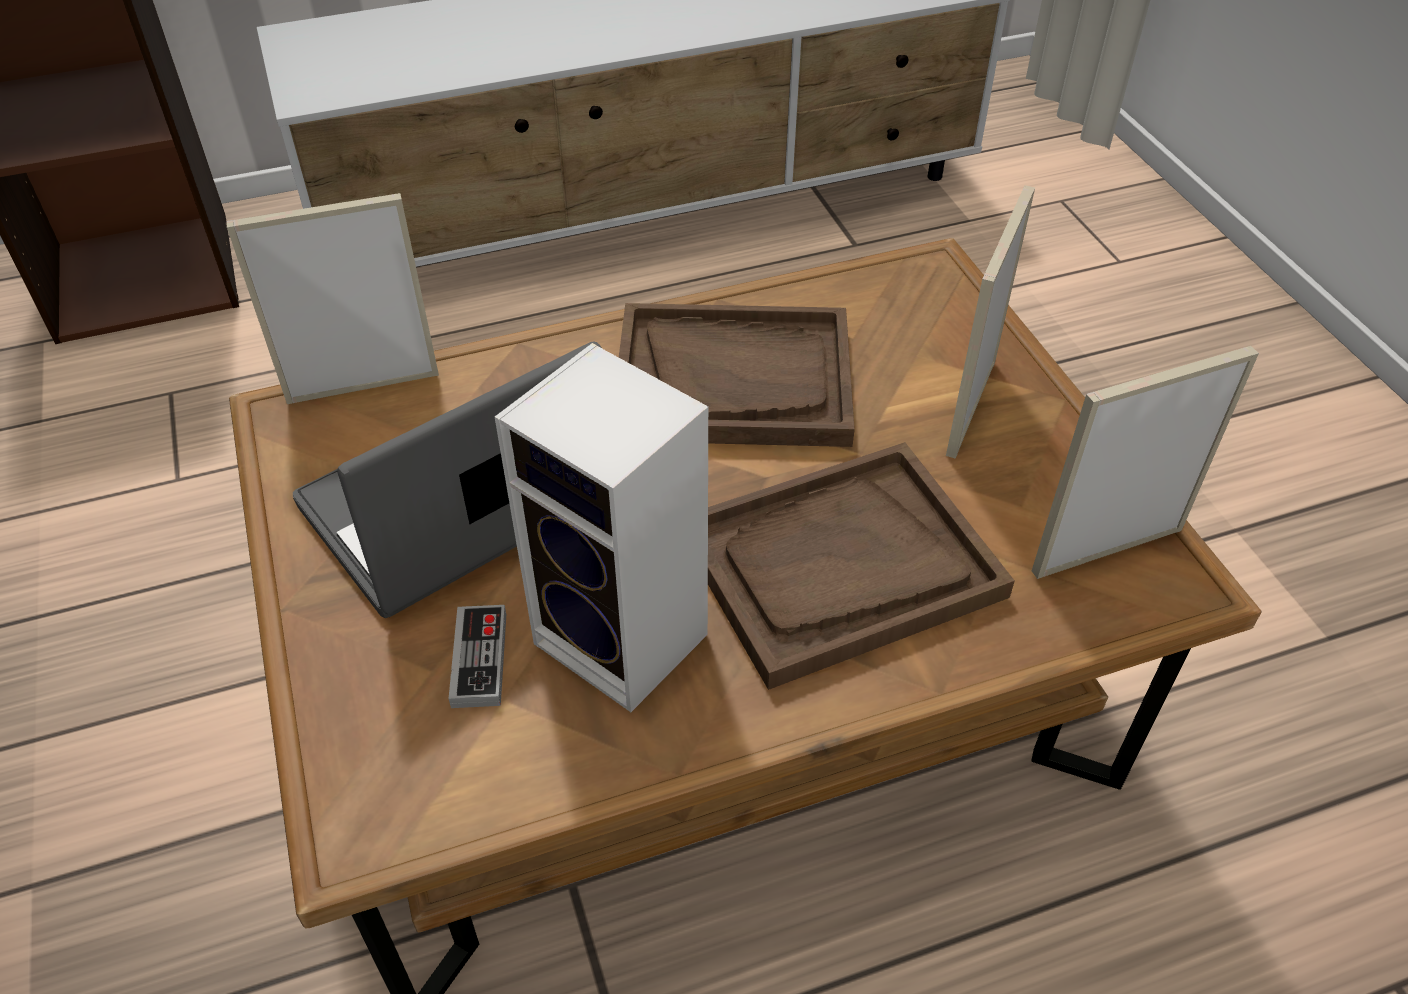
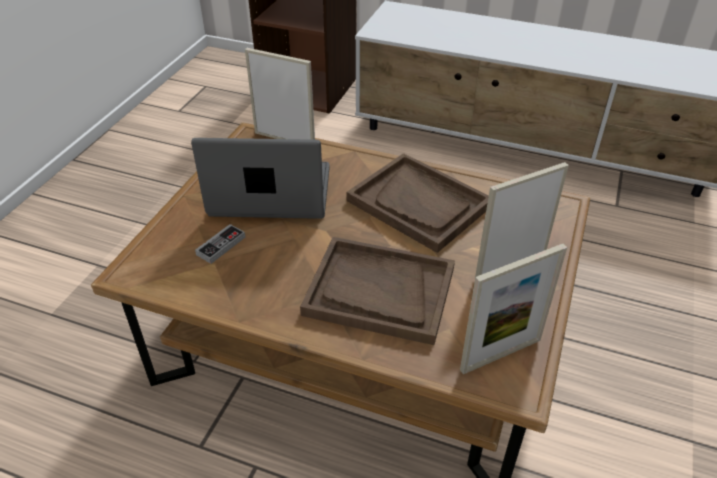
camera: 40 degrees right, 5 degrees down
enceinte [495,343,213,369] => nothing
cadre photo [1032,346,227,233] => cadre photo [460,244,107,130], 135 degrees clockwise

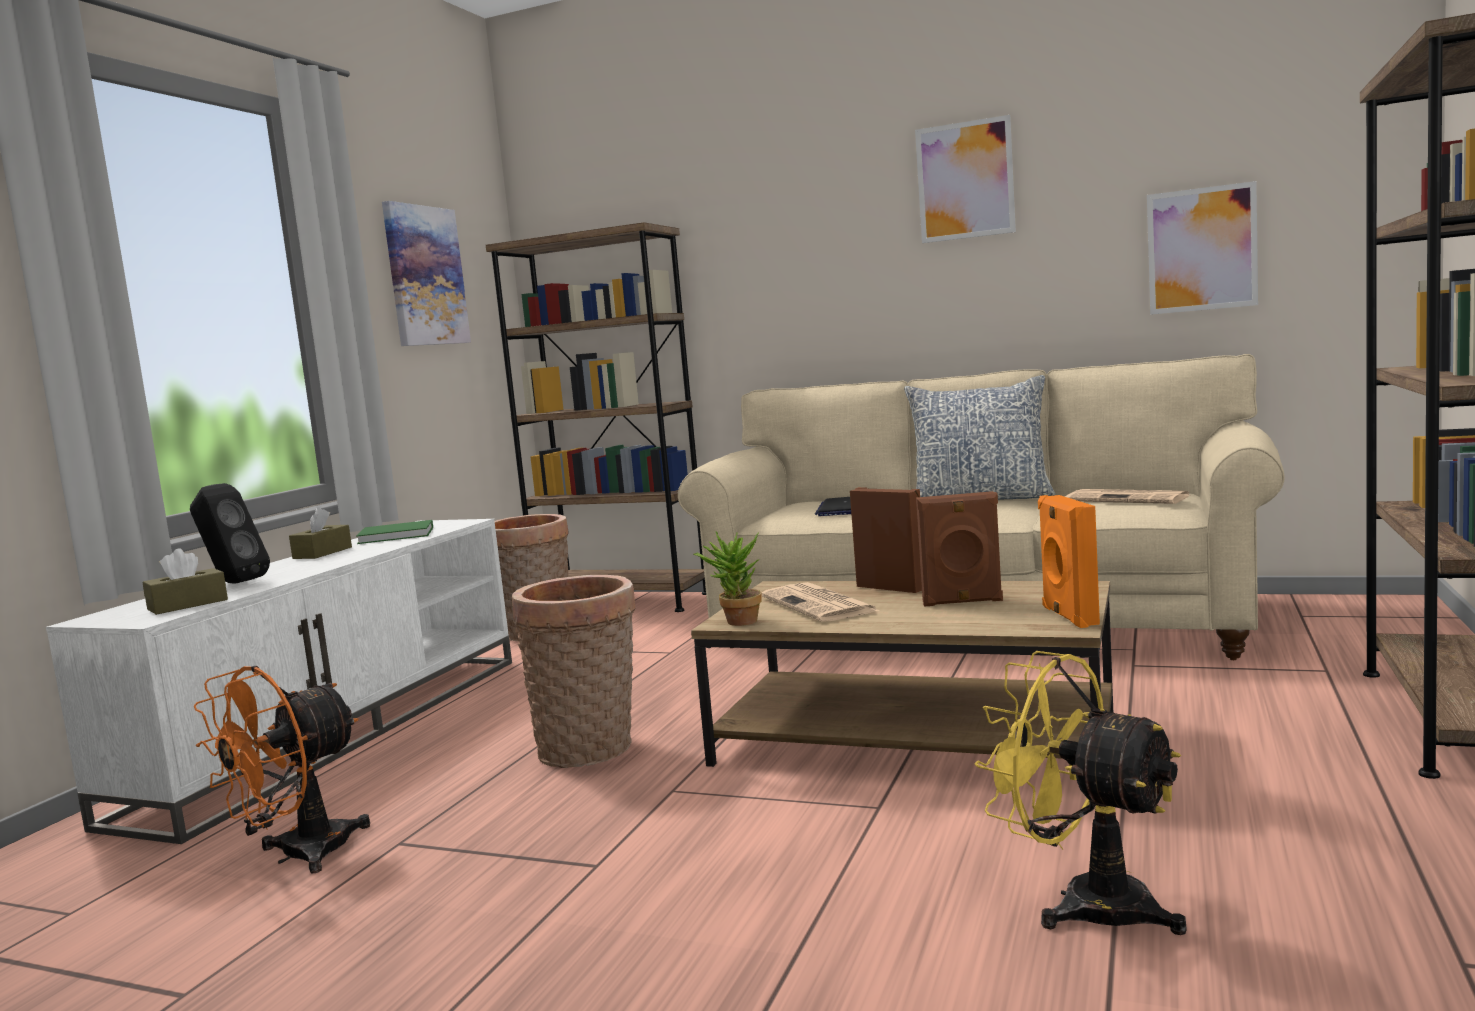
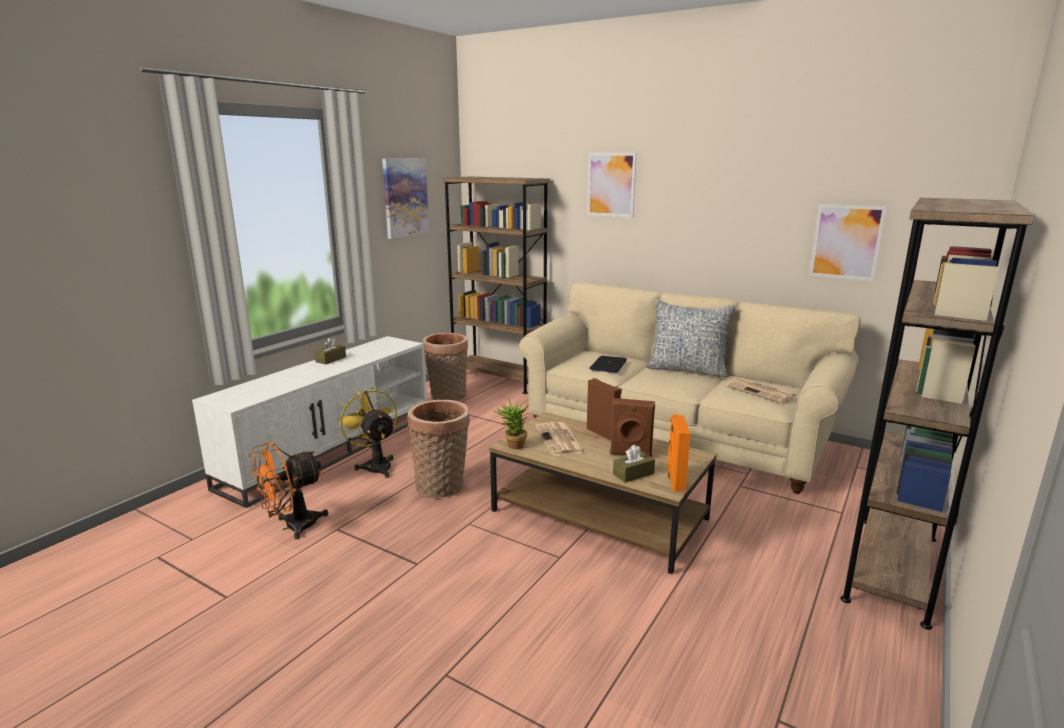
camera: 10 degrees right, 10 degrees up
enceinte (noir) [190,483,80,101] => nothing
livre (vert) [356,520,77,24] => nothing
boîte à mouchoirs (marron) [143,548,85,67] => boîte à mouchoirs (marron) [613,445,42,38], moved
tableau [915,115,101,128] => tableau [587,153,50,65], moved
ventilateur (jaune) [975,651,212,284] => ventilateur (jaune) [336,387,61,91], moved

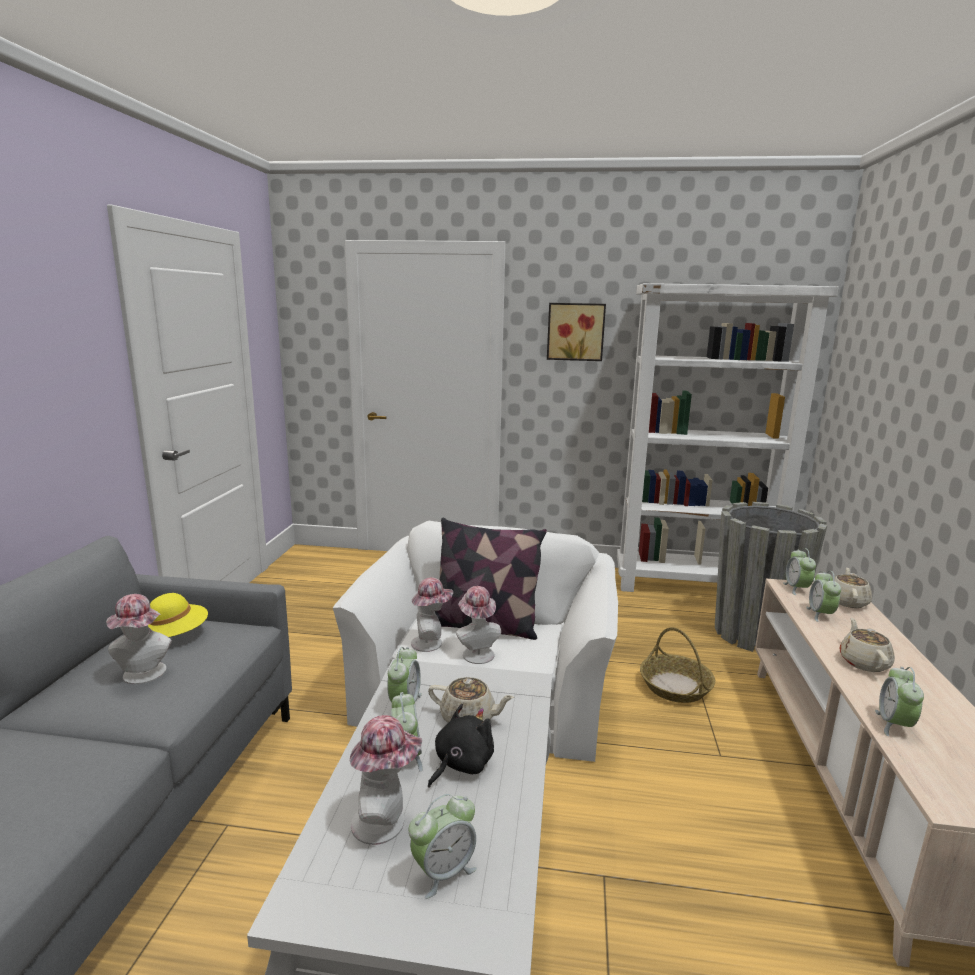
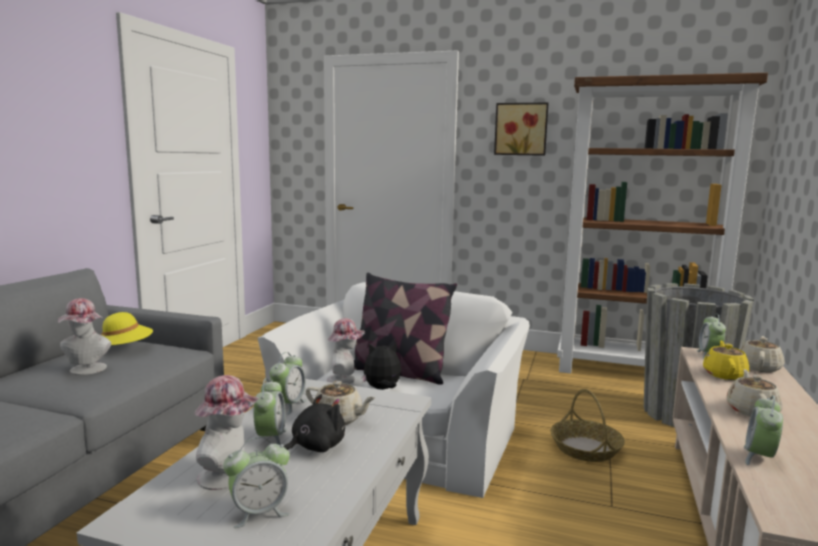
camera: 10 degrees right, 5 degrees down
chapeau [456,586,45,78] => peluche [362,342,39,47]
réveil [806,570,35,52] => théière (jaune) [703,341,46,39]
bibliothèque (blanc) [617,283,222,309] => bibliothèque (marron) [557,73,211,301]

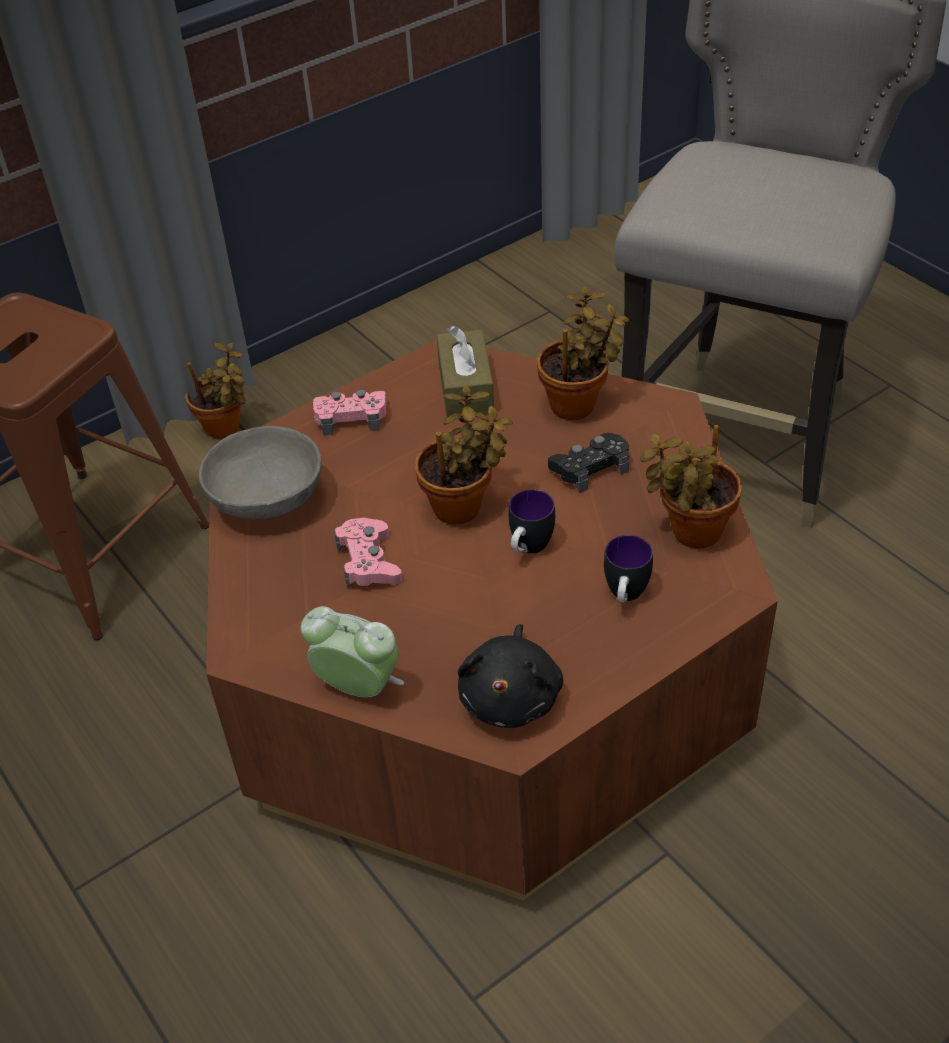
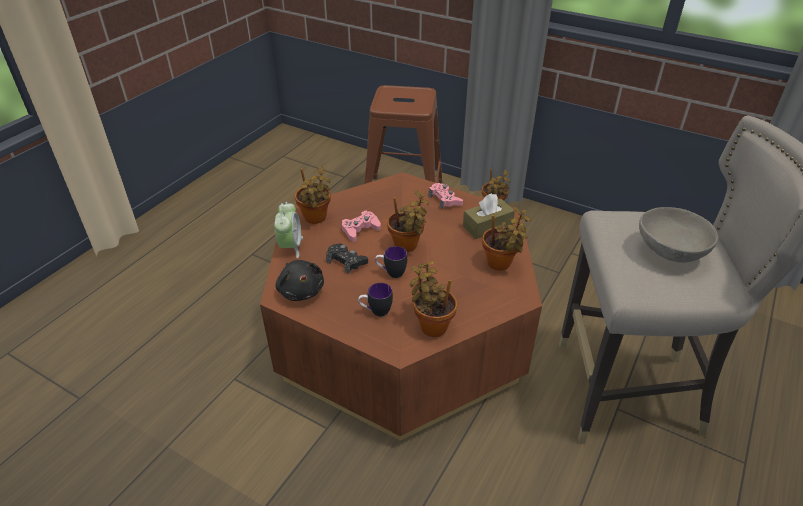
camera: 65 degrees right, 5 degrees down
nothing => plante en pot [295,166,36,58]
bol (gris) [199,426,123,93] => bol (gris) [639,207,79,56], moved
manette (noir) [548,433,81,60] => manette (noir) [326,244,42,30], moved
peluche (noir) [458,624,105,104] => peluche (noir) [276,260,48,41], 105 degrees counterclockwise

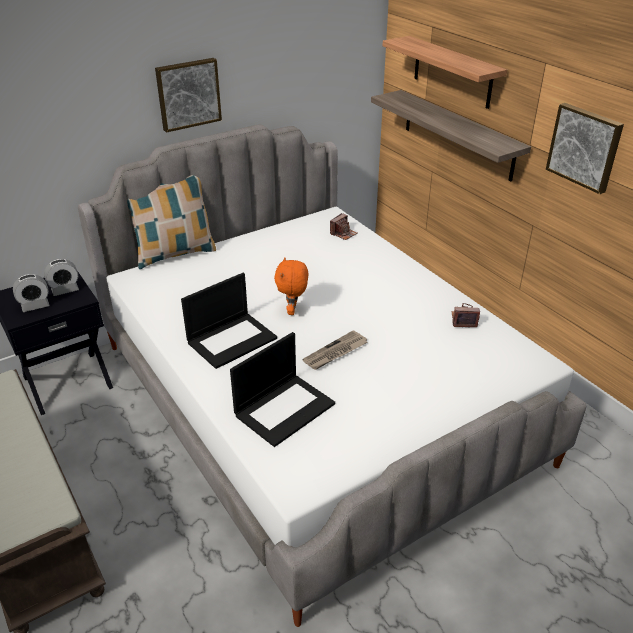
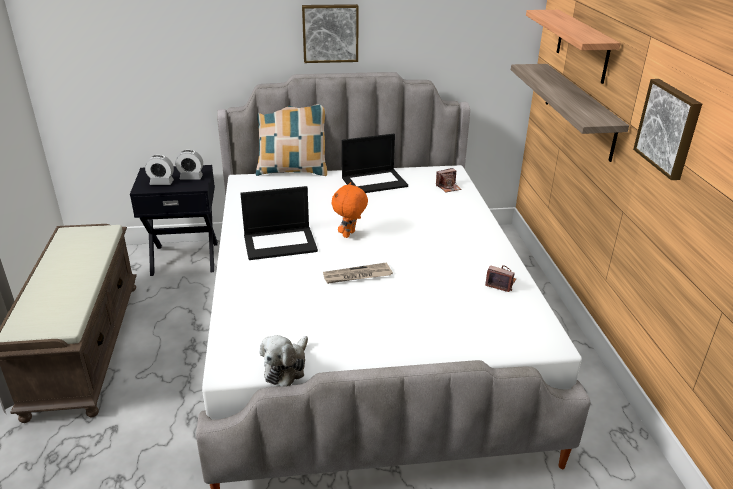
camera: 25 degrees right, 5 degrees down
nothing => peluche [260,335,48,52]
ordinateur portable [230,332,105,115] => ordinateur portable [342,134,66,59], moved

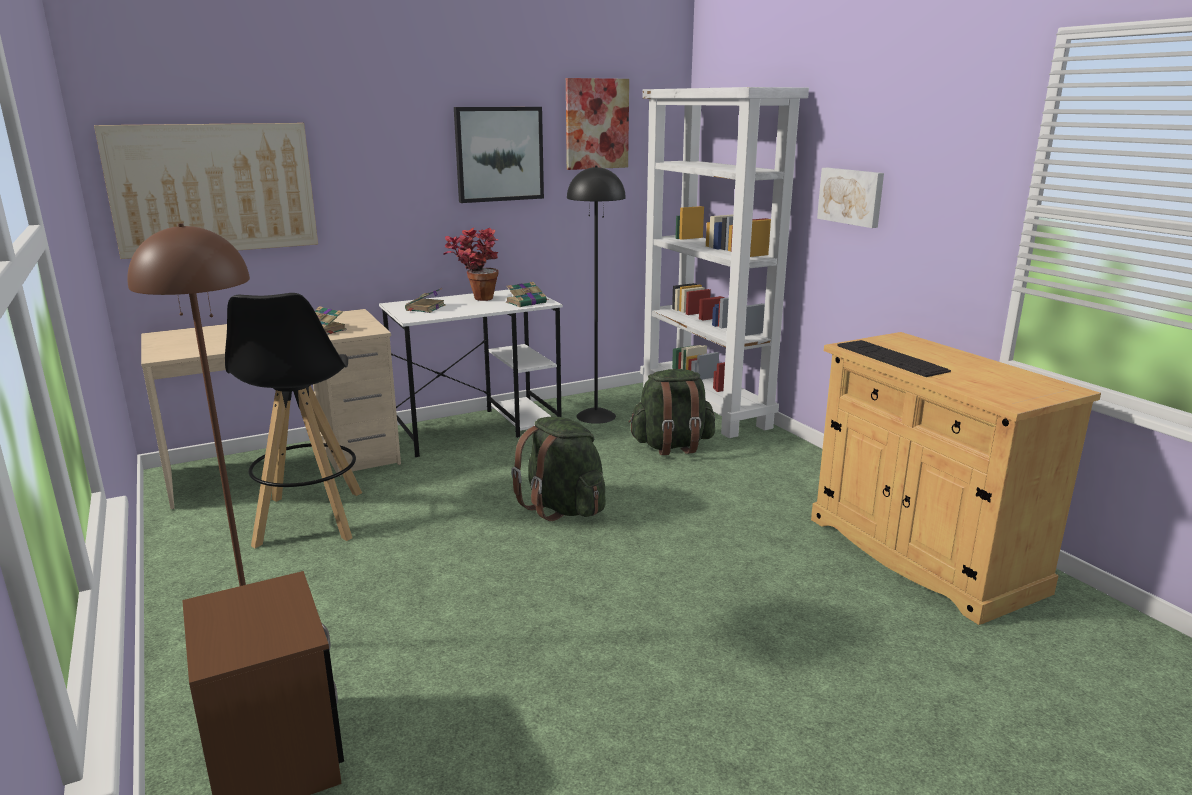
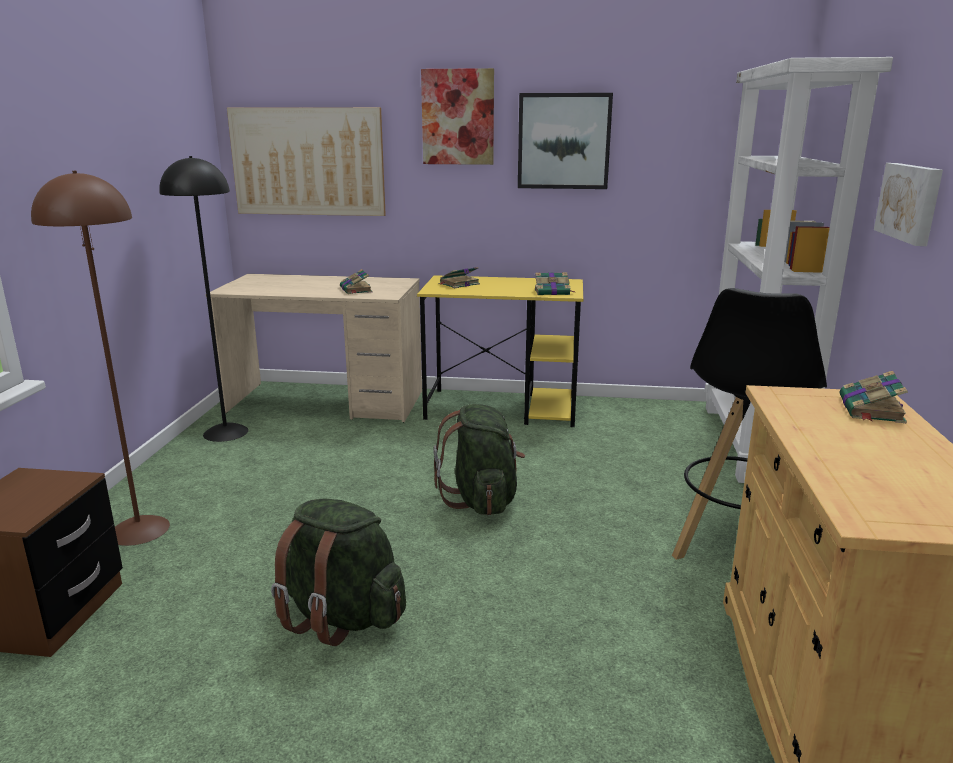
camera: 35 degrees right, 0 degrees up
plante en pot [444,228,55,73] => nothing
clavier [837,340,114,37] => nothing
nothing => livre [840,371,68,52]
tabouret (noir) [225,293,137,255] => tabouret (noir) [672,288,155,272], moved
tableau [566,78,63,92] => tableau [421,68,73,97], moved
lampadaire (noir) [567,166,59,258] => lampadaire (noir) [159,156,89,286], moved
sac à dos (vert) [629,369,86,86] => sac à dos (vert) [271,498,135,148], moved
bureau (blanc) [379,290,184,167] => bureau (jaune) [417,275,166,152]

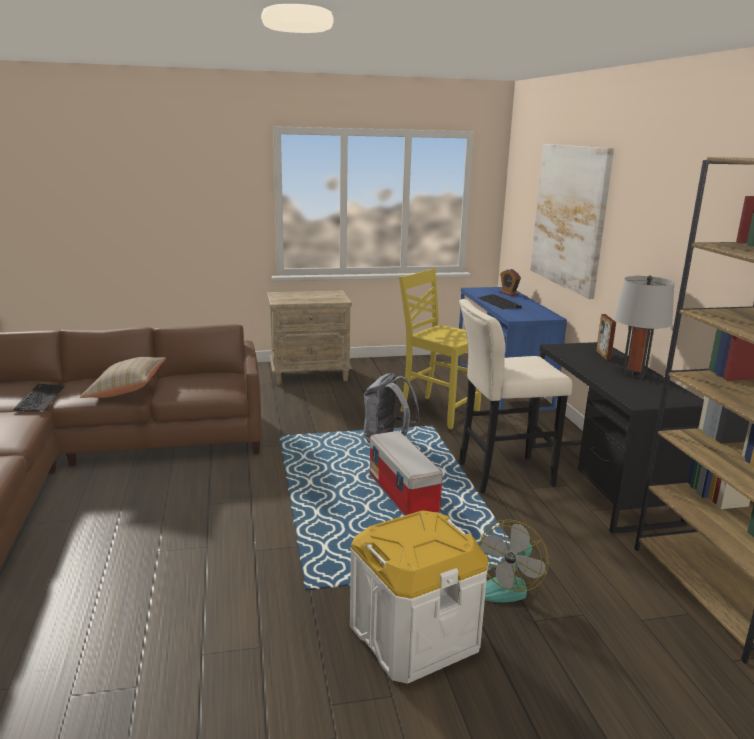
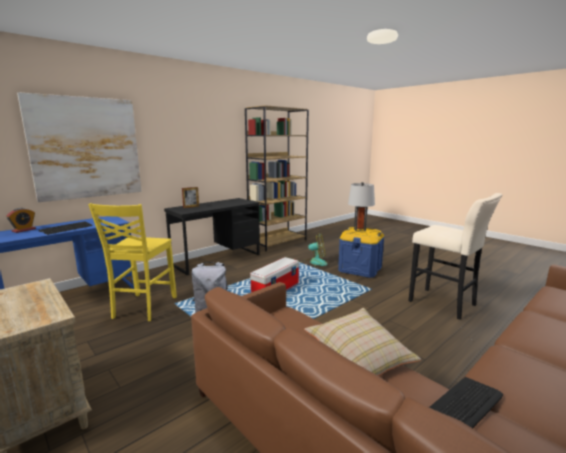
camera: 120 degrees left, 5 degrees down
tabouret (beige) [459,299,113,194] => tabouret (beige) [409,193,93,127], moved
lampe de table (gris) [614,276,60,102] => lampe de table (gris) [348,182,27,49], moved
boîte de rangement (blanc) [350,510,139,174] => boîte de rangement (bleu) [338,227,46,51]

